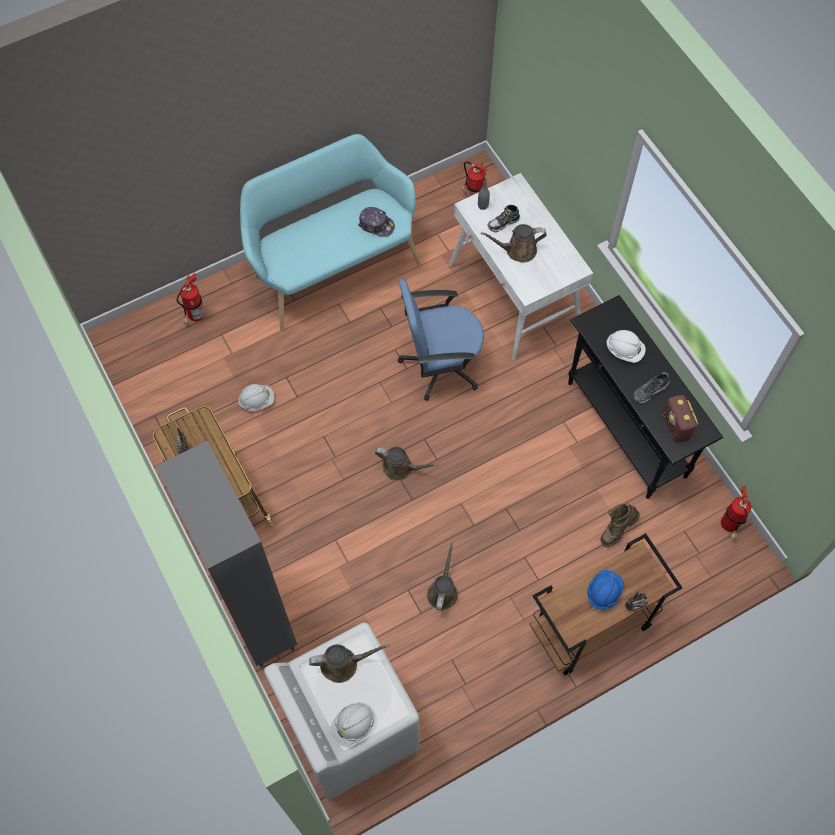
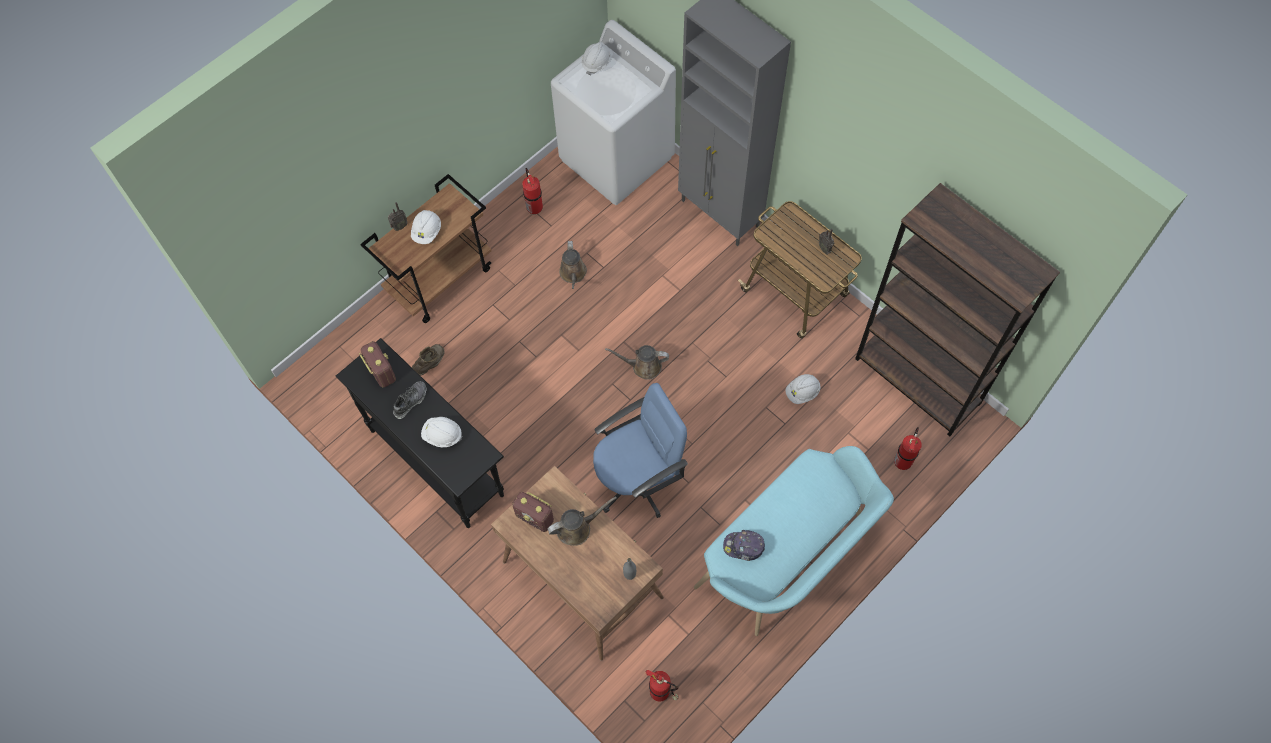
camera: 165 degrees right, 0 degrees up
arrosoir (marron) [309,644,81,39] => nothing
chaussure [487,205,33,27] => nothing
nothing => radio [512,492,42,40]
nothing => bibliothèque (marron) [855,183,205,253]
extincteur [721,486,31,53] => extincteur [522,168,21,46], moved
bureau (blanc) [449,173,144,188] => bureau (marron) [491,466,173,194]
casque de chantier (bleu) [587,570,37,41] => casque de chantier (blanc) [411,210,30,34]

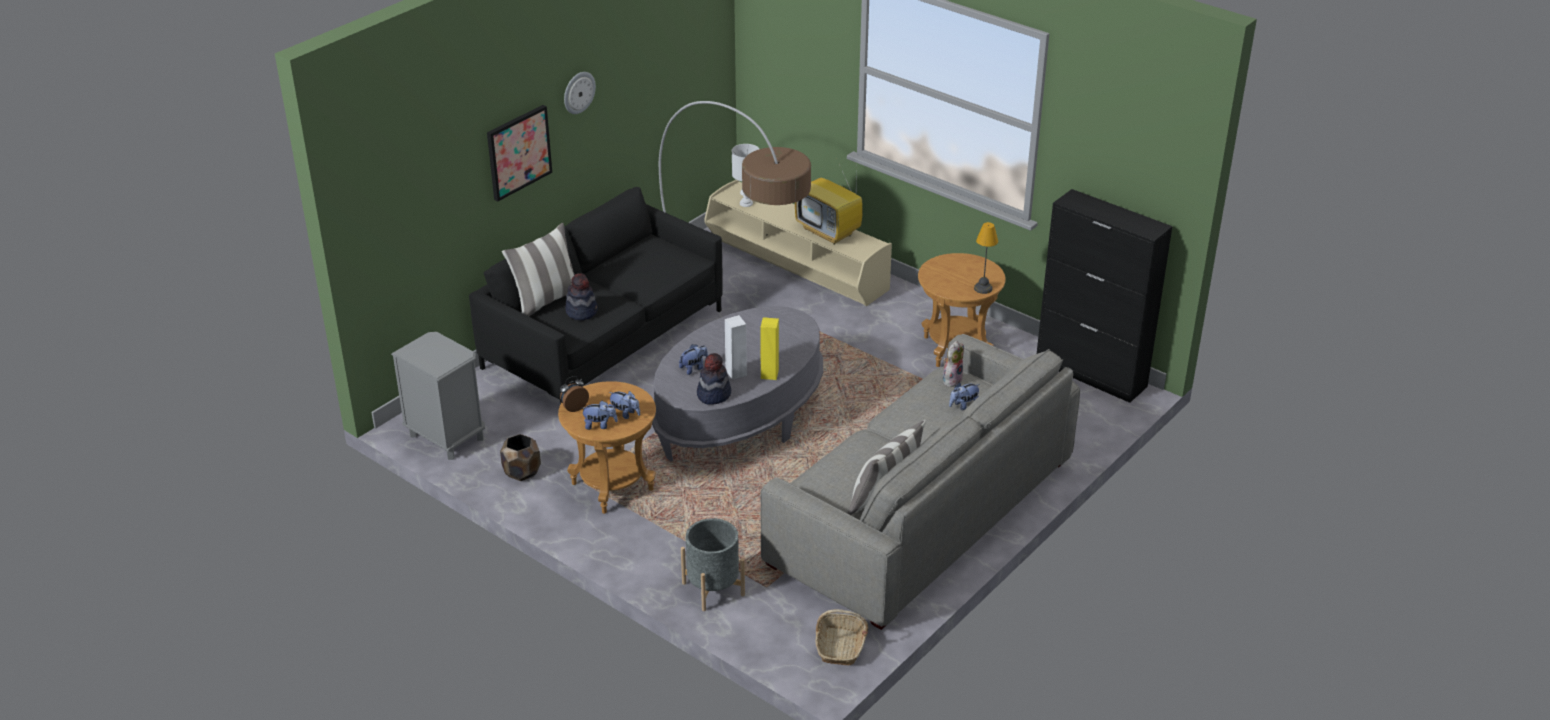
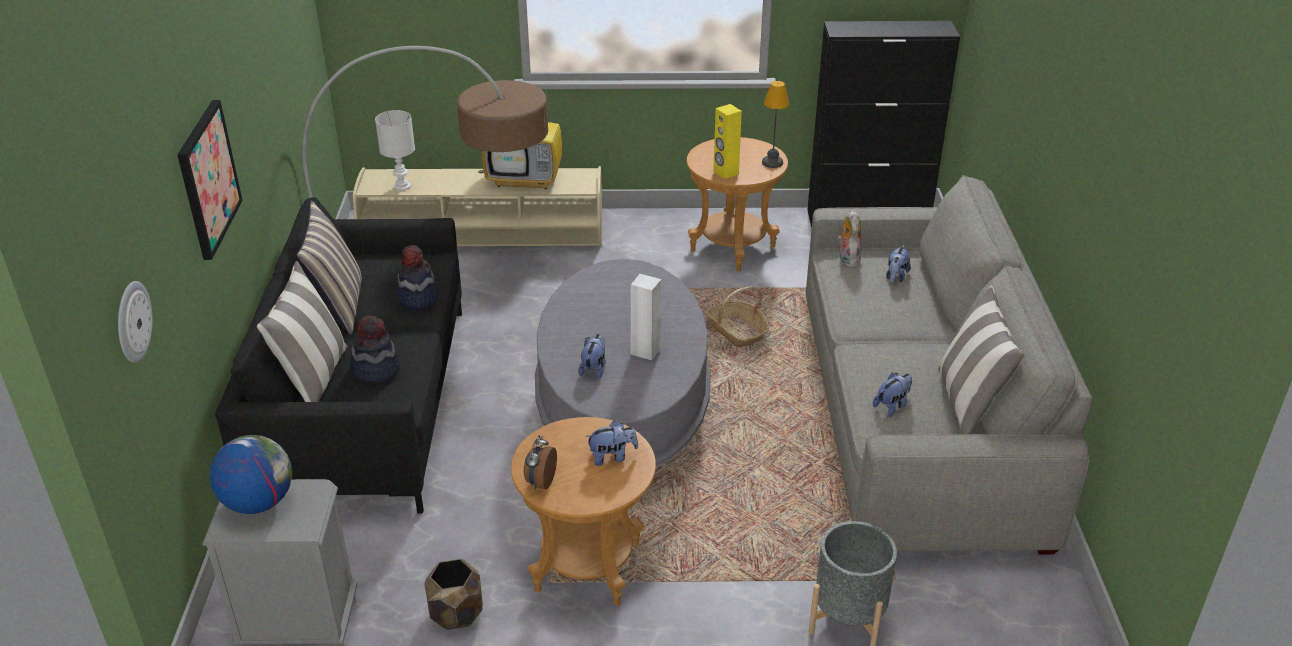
camera: 40 degrees left, 0 degrees up
nothing => globe [210,435,82,79]
nothing => coussin [296,200,66,135]
horloge murale [564,72,32,42] => horloge murale [118,281,34,82], moved
peluche [582,401,36,29] => peluche [873,373,39,44], moved
chapeau [697,353,34,52] => chapeau [396,245,43,65], moved
enceinte (jaune) [760,317,19,63] => enceinte (jaune) [713,104,29,75], moved
panier [815,609,53,56] => panier [706,286,63,61], moved

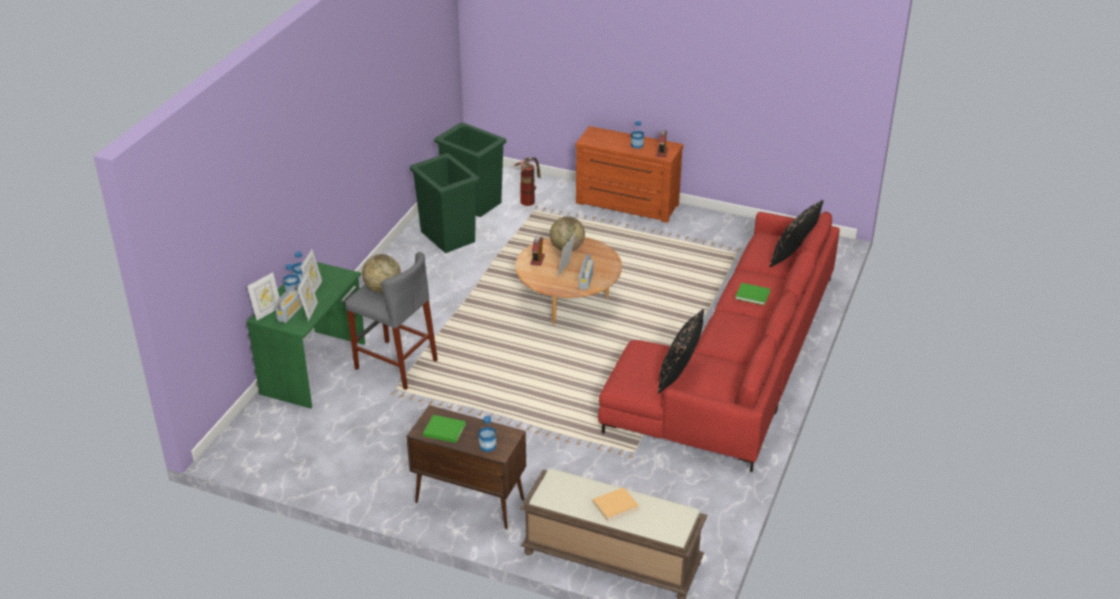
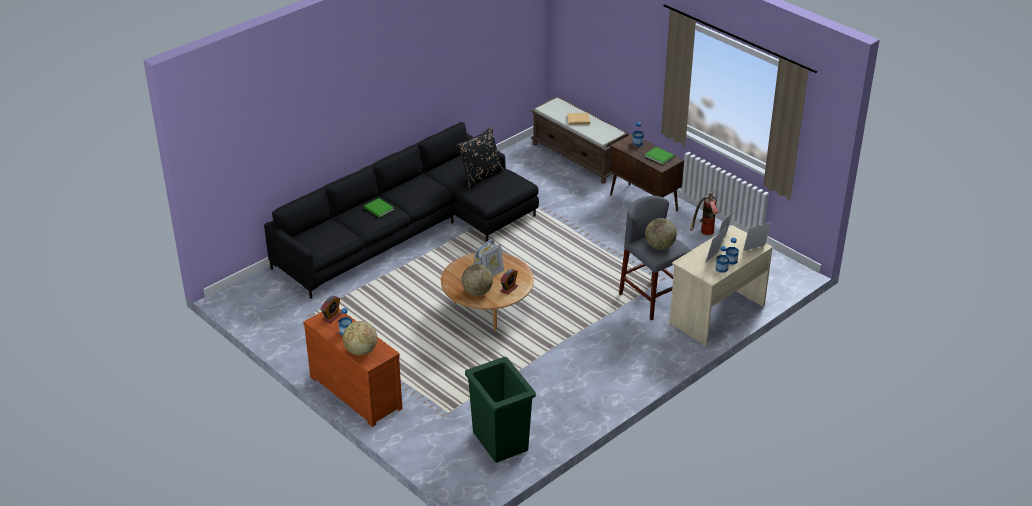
camera: 155 degrees left, 0 degrees up
radio [275,285,28,38] => nothing
poubelle (vert) [410,153,69,100] => nothing
coussin (noir) [769,200,55,67] => nothing
nothing => globe [343,321,34,34]
extincteur [514,157,27,49] => extincteur [690,191,29,44], moved
bureau (vert) [247,262,118,147] => bureau (beige) [669,225,104,121]
canapé (rouge) [598,211,242,261] => canapé (noir) [264,122,275,177]

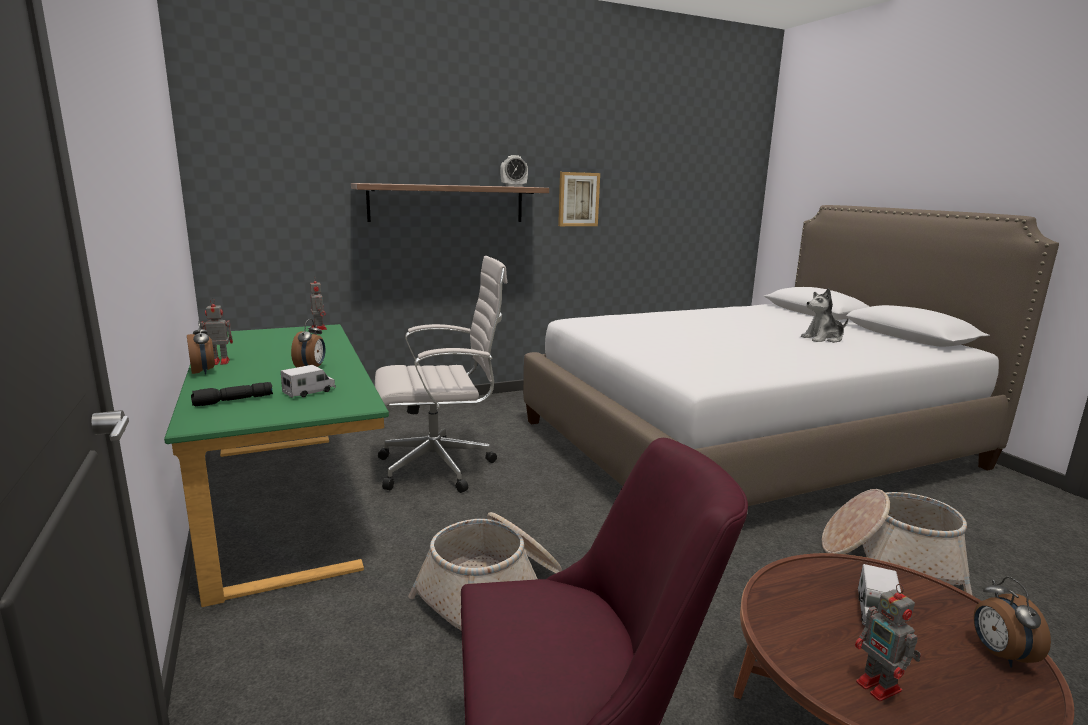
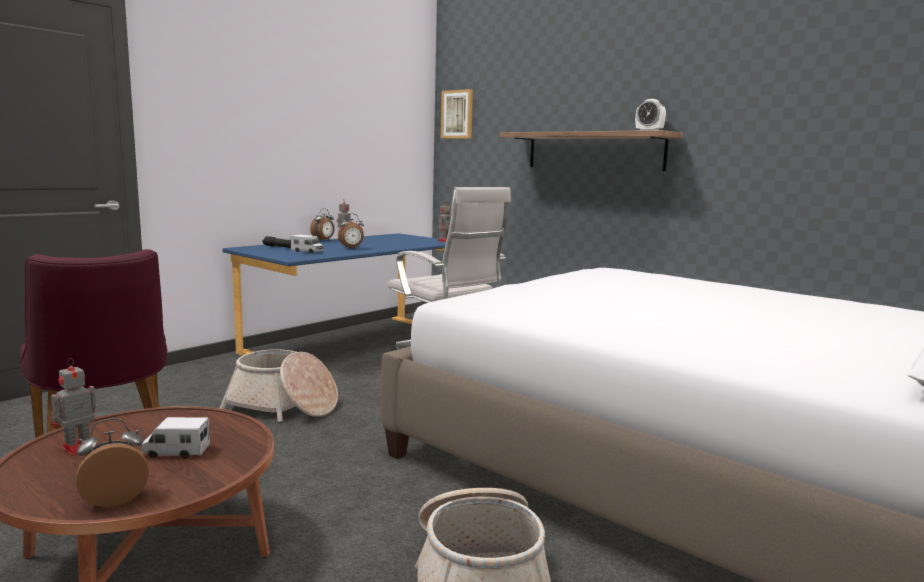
camera: 65 degrees right, 5 degrees down
peluche [801,288,48,55] => nothing
tableau [558,172,42,54] => tableau [441,89,32,50], moved
bureau (vert) [164,324,225,283] => bureau (bleu) [223,233,223,123]

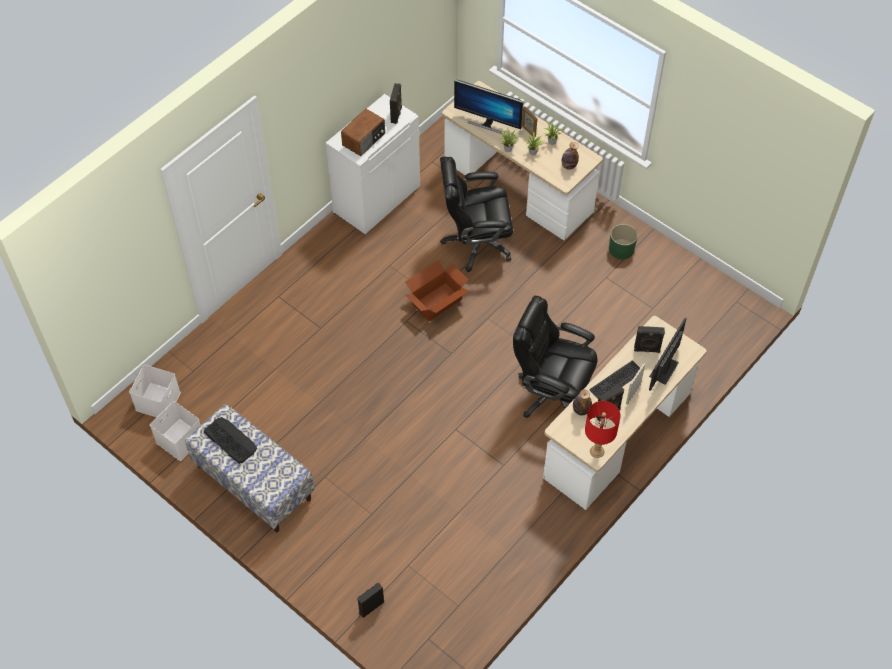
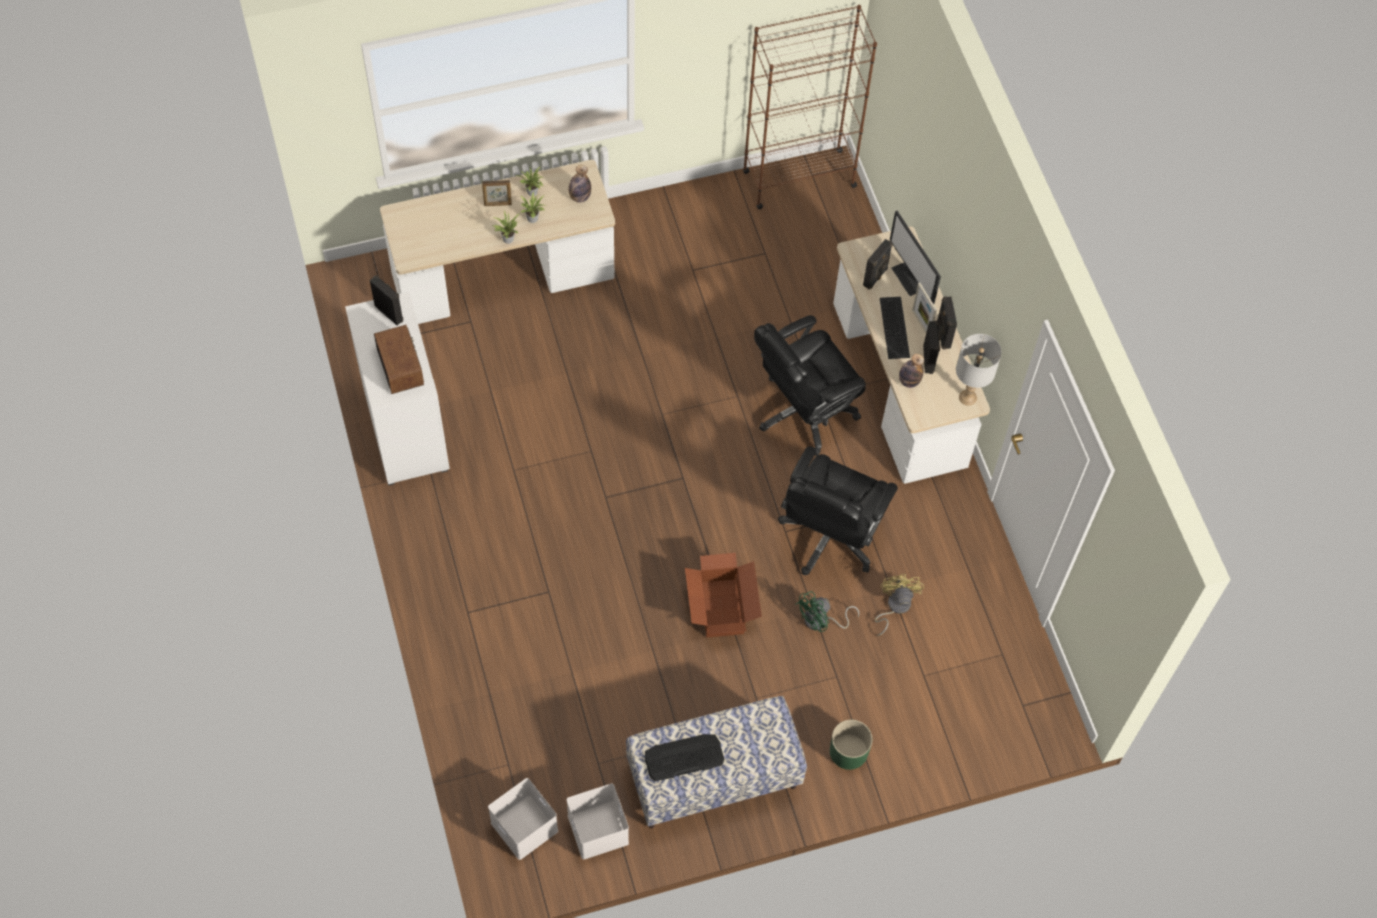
camera: 60 degrees left, 5 degrees up
écran d'ordinateur [454,79,70,55] => nothing
nothing => bibliothèque (marron) [743,5,134,204]
nothing => ventilateur (vert) [795,591,64,41]
nothing => ventilateur (jaune) [875,574,49,62]
enceinte (noir) [357,583,27,35] => enceinte (noir) [937,296,20,54], moved
carton [405,260,64,61] => carton [685,553,77,84], moved
chaise de bureau (noir) [440,157,73,115] => chaise de bureau (noir) [778,446,120,129], moved
cache-pot (vert) [609,224,29,35] => cache-pot (vert) [830,720,42,50], moved
lampe de table (rouge) [585,401,36,57] => lampe de table (gris) [956,334,46,72]

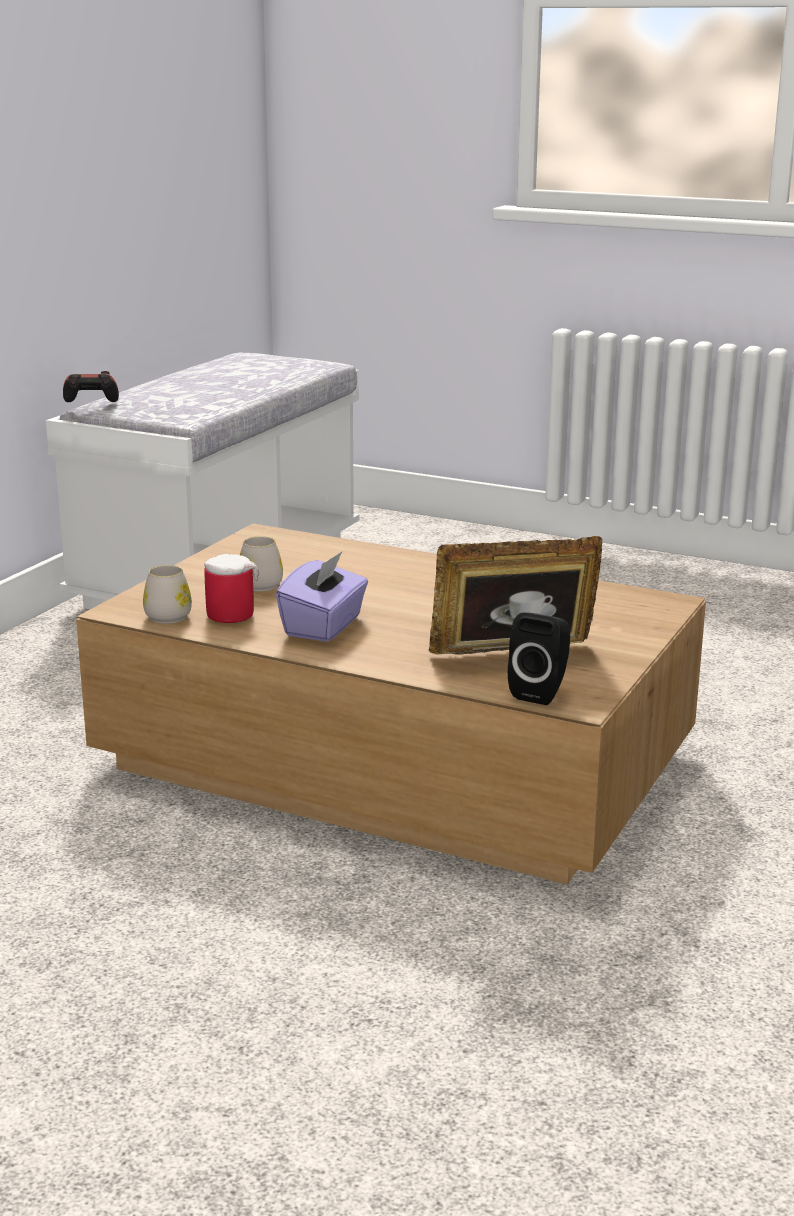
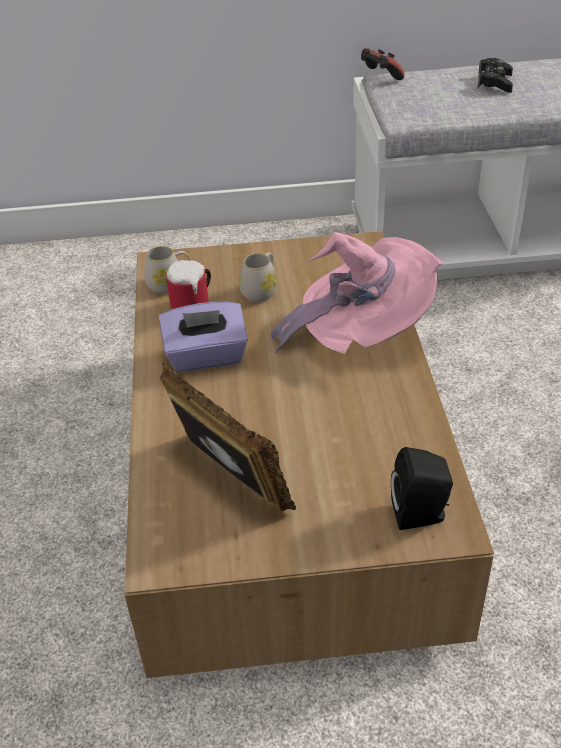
camera: 60 degrees right, 20 degrees up
nothing => chapeau (rose) [271,232,171,122]
nothing => manette (noir) [477,58,36,35]
enceinte (noir) [508,612,62,93] => enceinte (noir) [391,447,62,83], moved

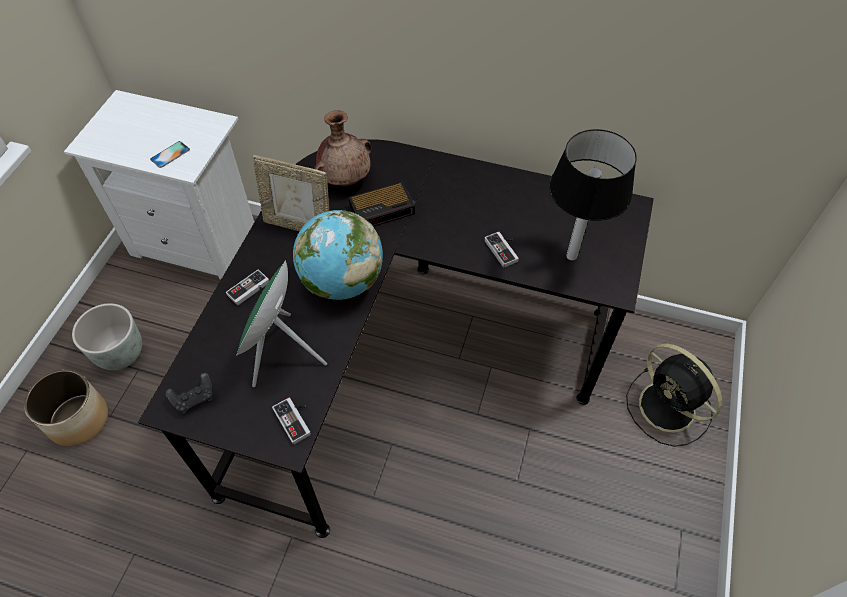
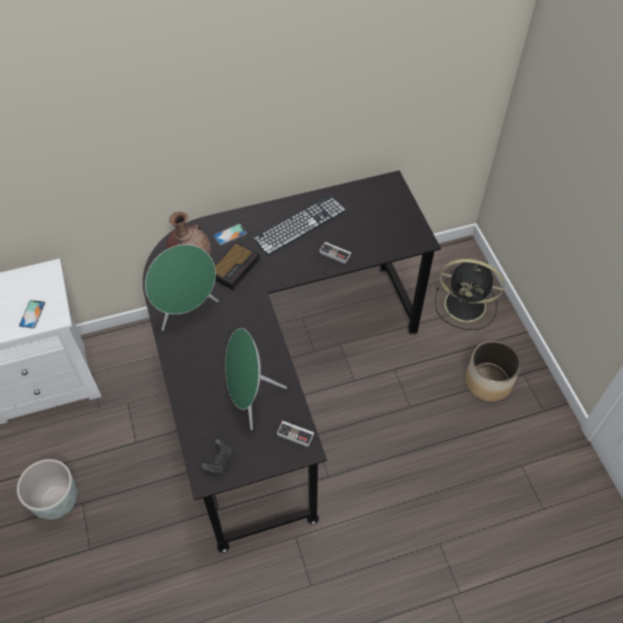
camera: 35 degrees left, 0 degrees up
manette [226,269,43,36] => nothing
globe [293,210,90,90] => nothing
lampe de table [549,129,88,132] => nothing
nothing => téléphone [214,224,33,21]
nothing => clavier [253,196,93,60]
cache-pot [24,369,84,78] => cache-pot [465,341,56,61], moved
cadre photo [252,155,77,76] => enceinte (vert) [145,244,74,87]

